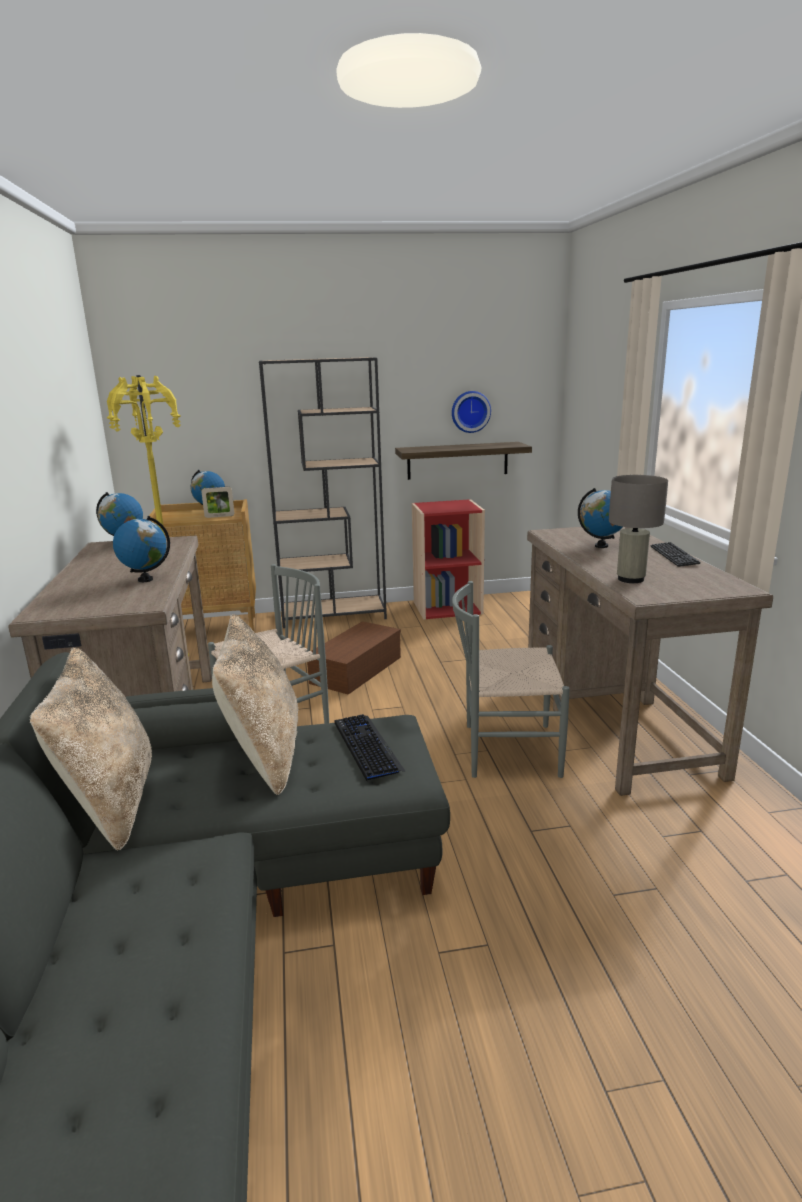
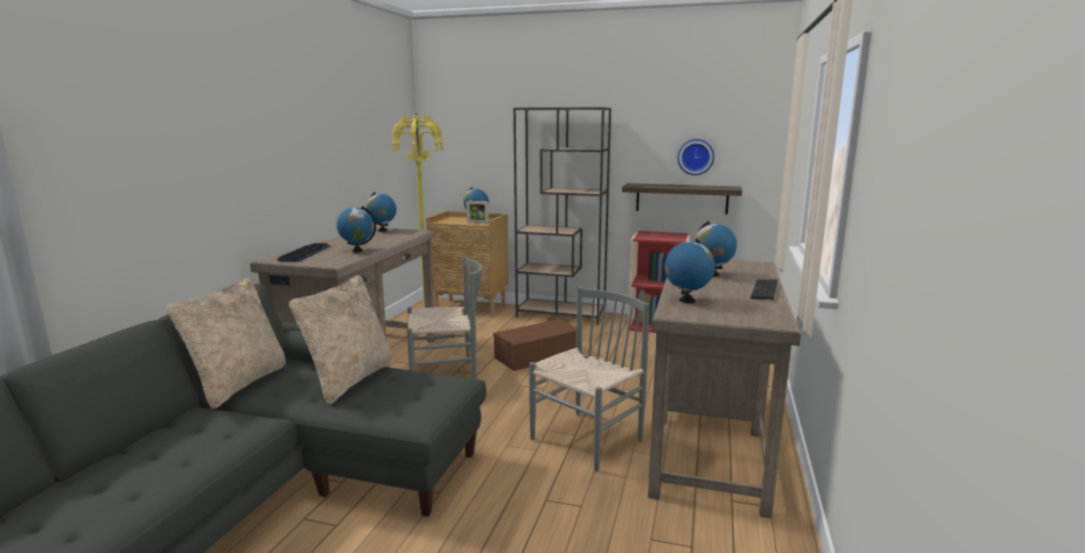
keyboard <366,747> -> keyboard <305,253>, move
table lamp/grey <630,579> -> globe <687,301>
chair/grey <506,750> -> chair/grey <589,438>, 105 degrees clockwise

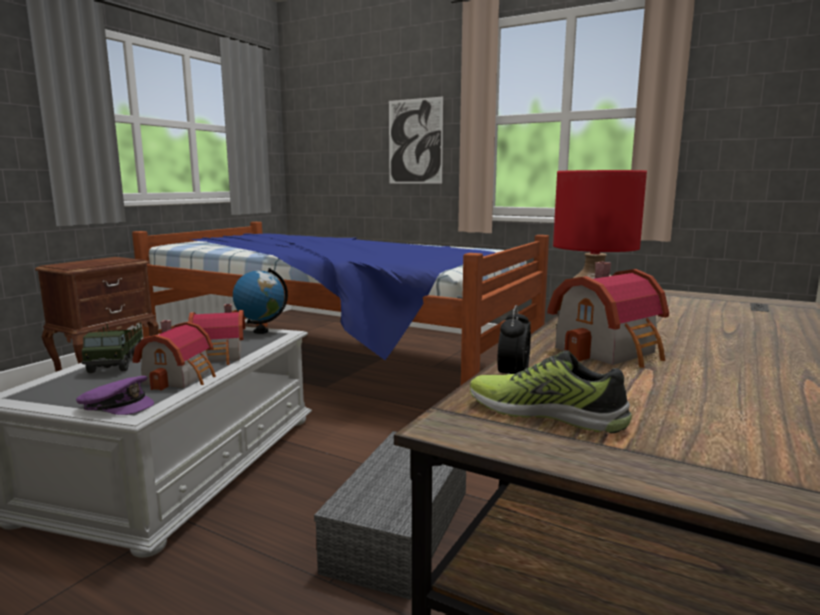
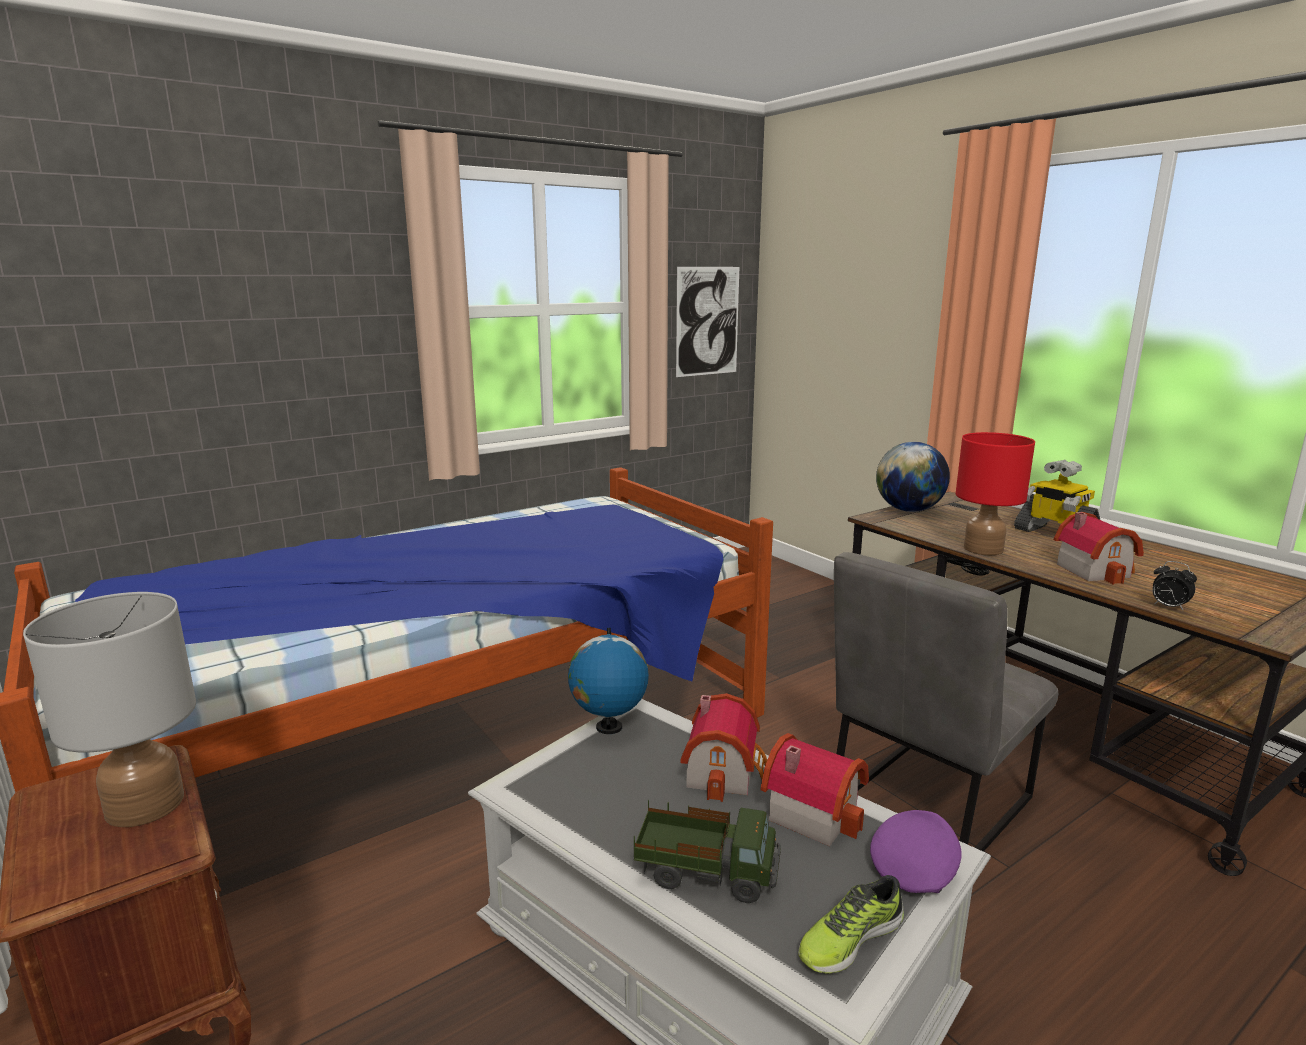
none -> table lamp/grey <145,805>
none -> globe <909,510>
none -> toy robot <1054,534>
picture <415,141> -> picture <707,321>, move
shoe <546,413> -> shoe <849,938>, move
storage box/grey <399,527> -> chair/grey <926,805>

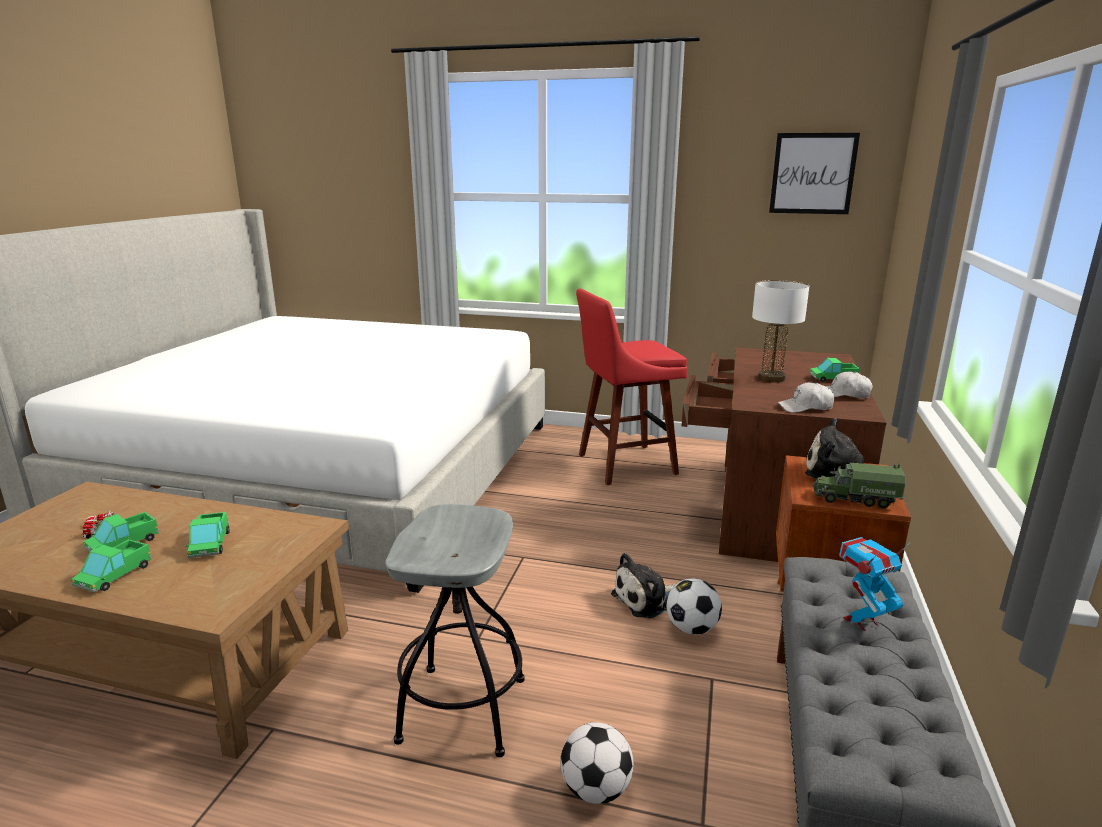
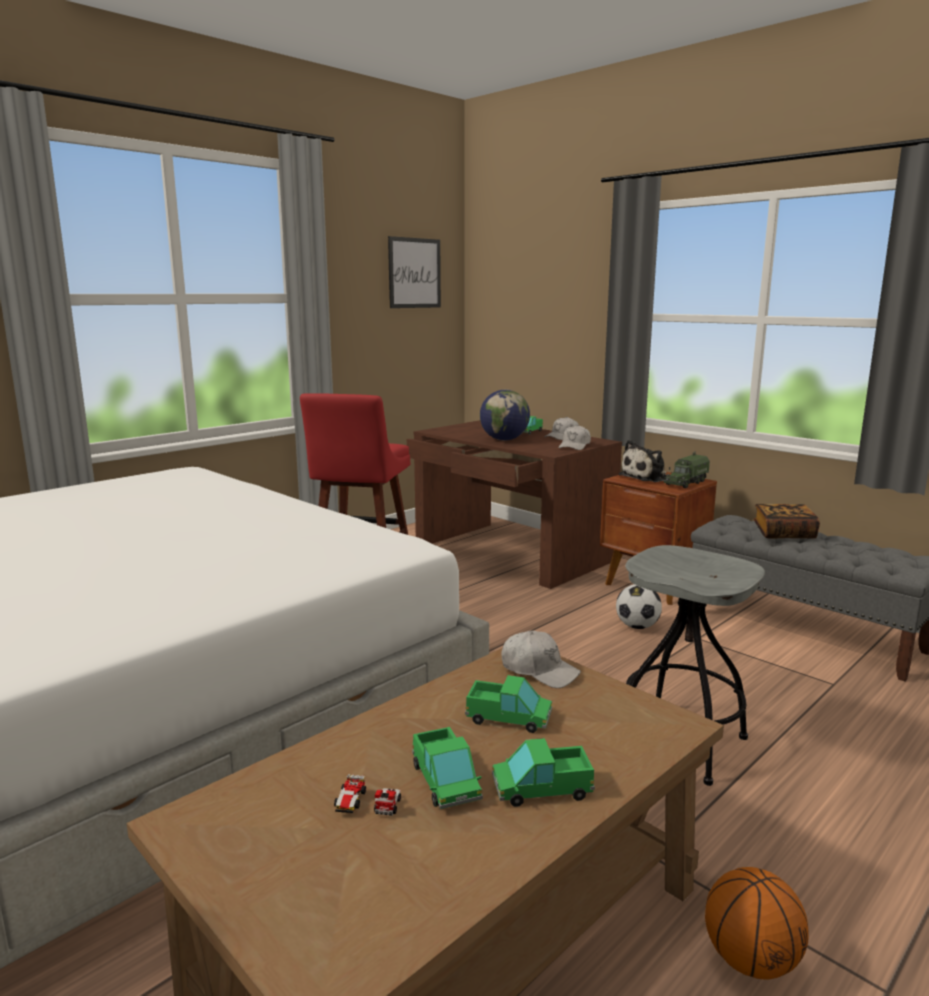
football <596,789> -> none
plush toy <645,600> -> none
none -> cap/white <539,670>
none -> basketball <750,961>
table lamp <771,378> -> globe <504,440>
toy robot <861,621> -> book <784,534>
toy truck <114,575> -> toy truck <542,788>, 120 degrees clockwise

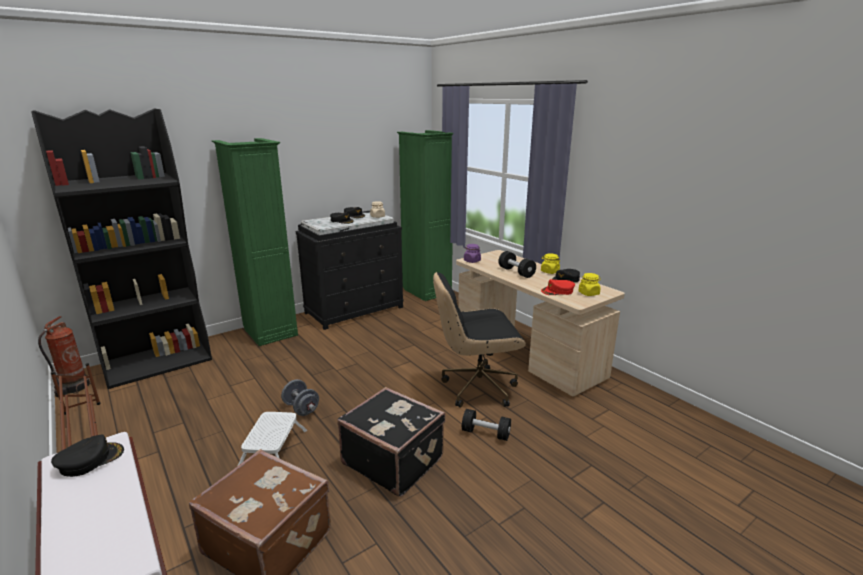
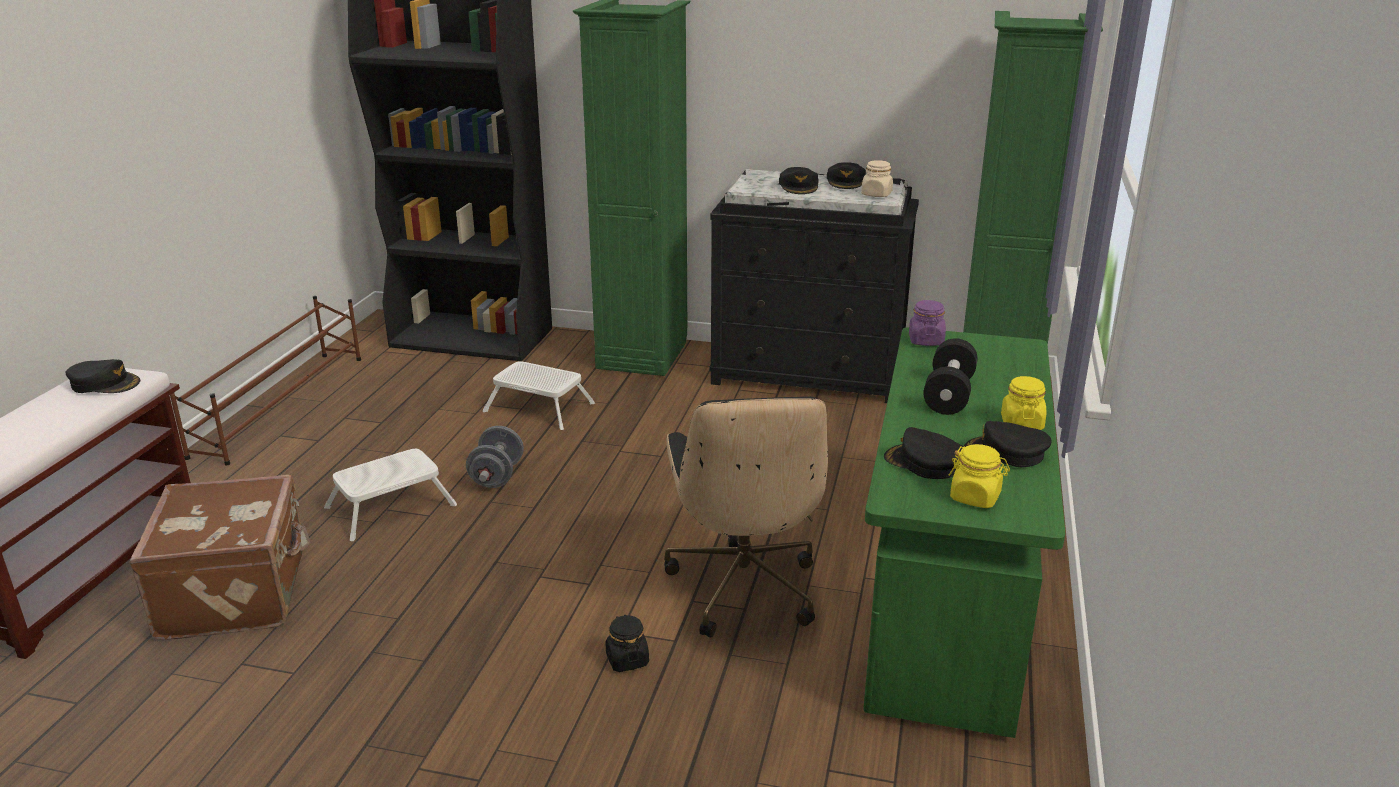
fire extinguisher <73,388> -> none
suitcase/black <393,460> -> none
none -> step ladder/white <539,407>
dumbbell/black <486,433> -> jar/black <627,660>
desk/beige <526,354> -> desk/green <948,598>
cap/red <558,291> -> cap/black <925,463>
office chair/black <476,389> -> office chair/black <743,594>, 135 degrees counterclockwise

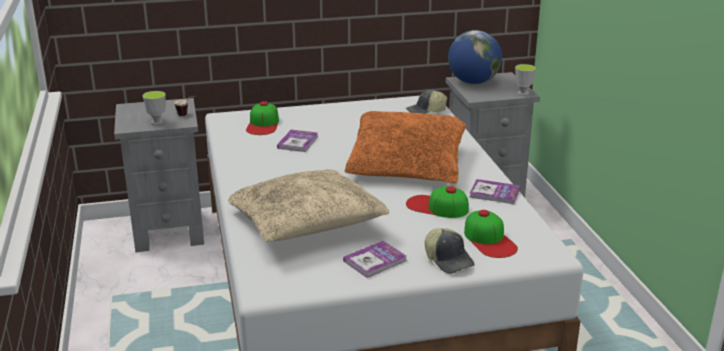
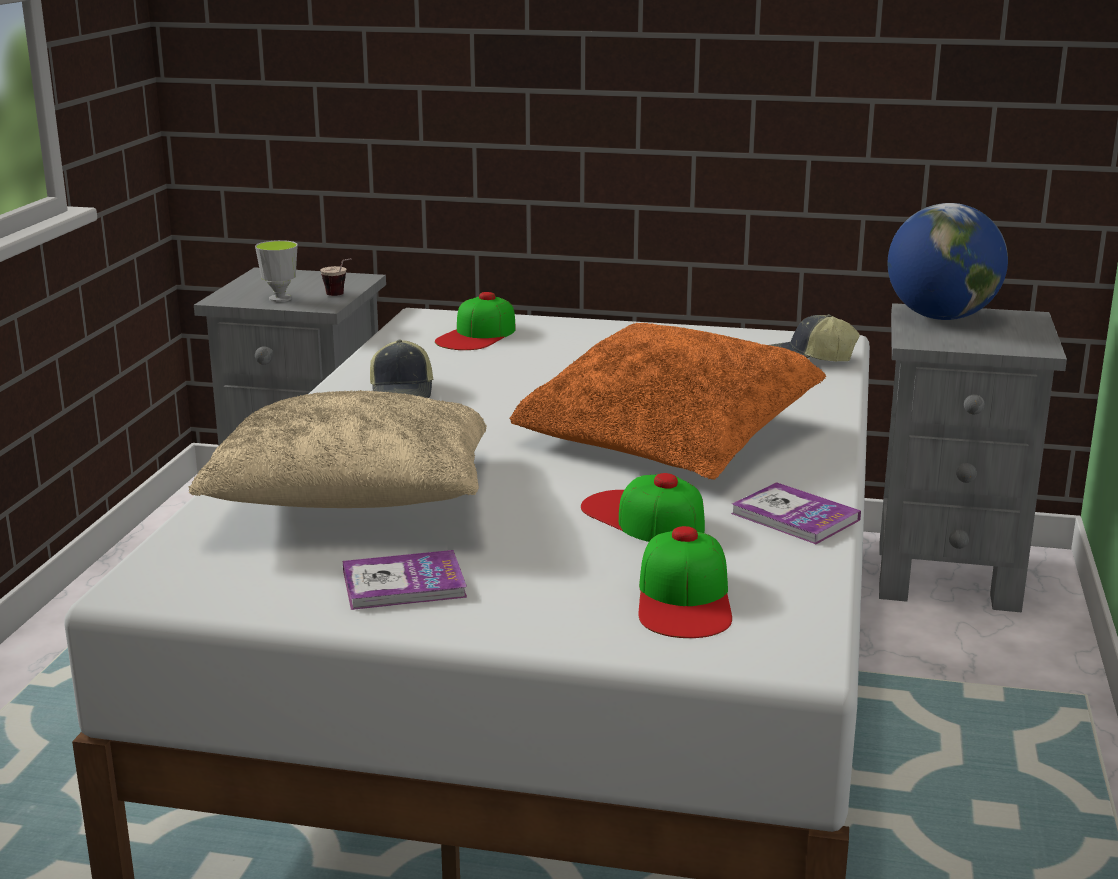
book <298,142> -> none
cup <523,93> -> none
cap <449,260> -> cap <403,392>, move

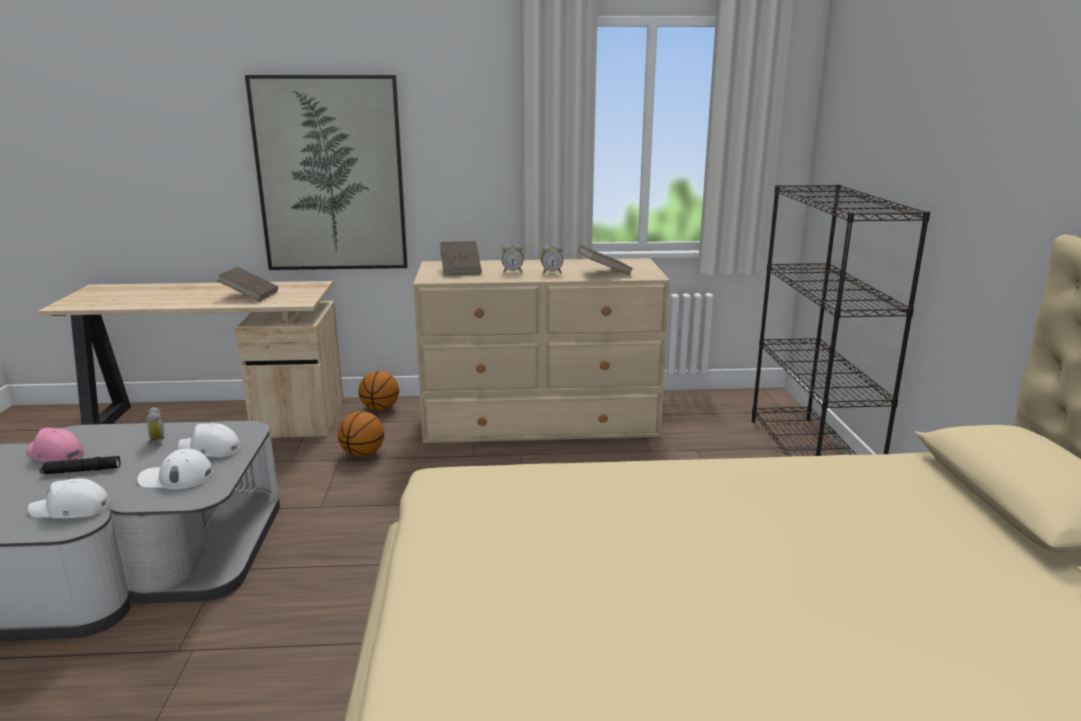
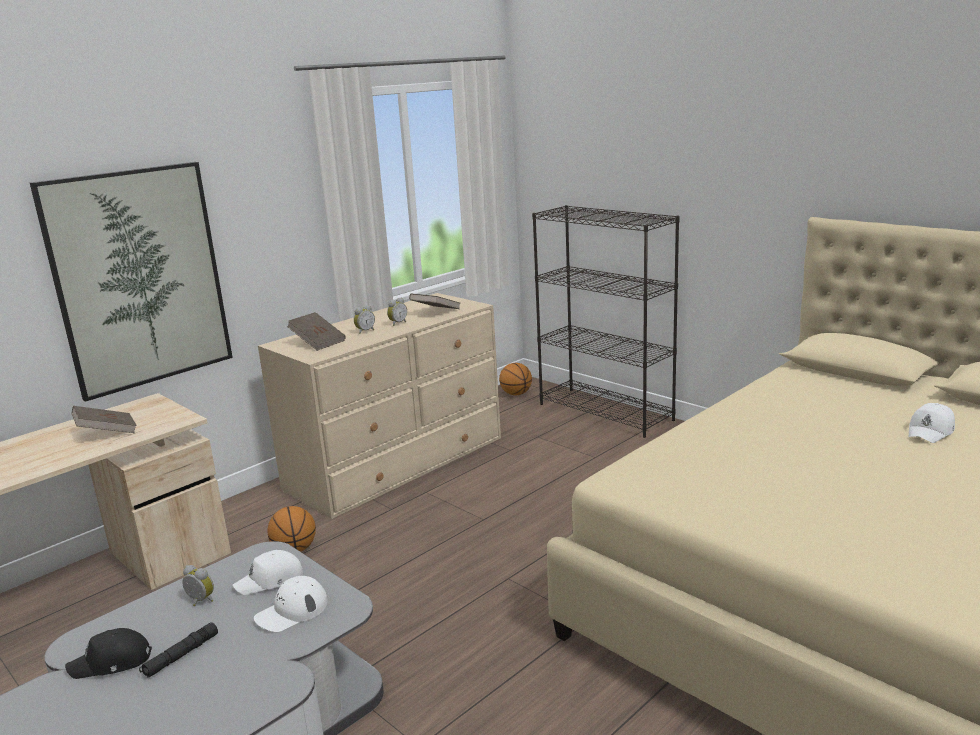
cap/white <71,510> -> cap/white <931,431>, move
basketball <380,409> -> basketball <516,394>, move
cap/pink <55,455> -> cap/black <112,663>

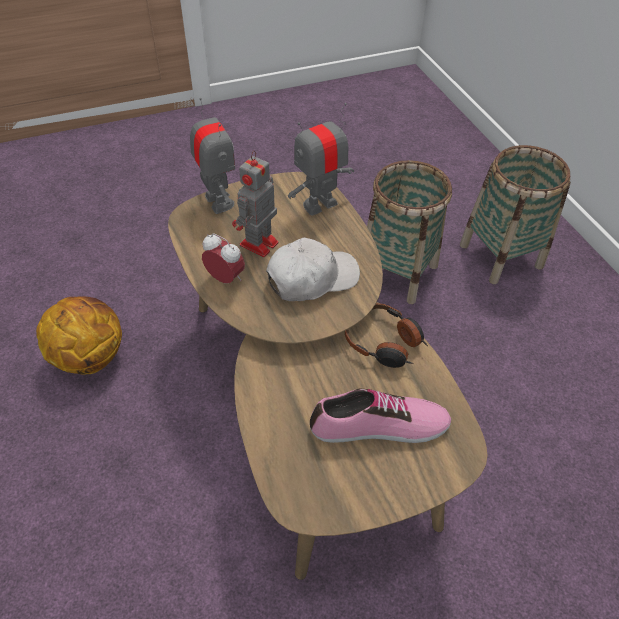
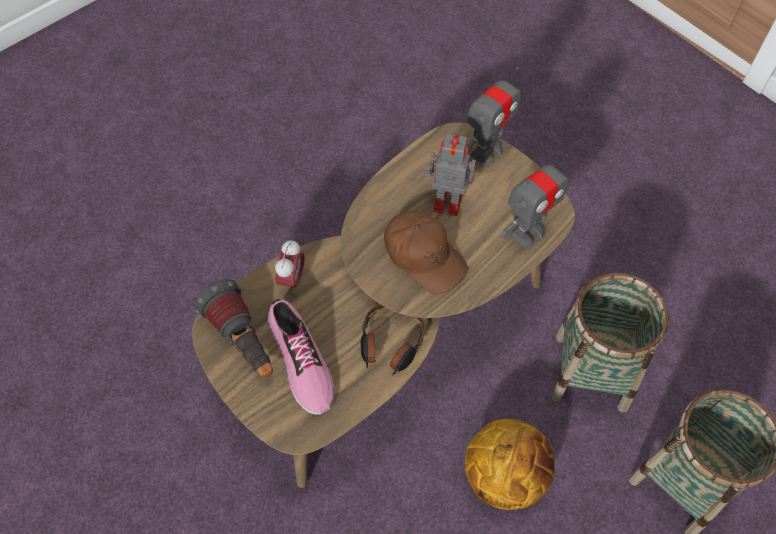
none -> flashlight <243,342>
basketball <89,356> -> basketball <505,475>, move
alarm clock <225,278> -> alarm clock <292,279>, move
cap/white <312,278> -> cap/brown <424,256>
toy robot <319,205> -> toy robot <527,232>, 105 degrees clockwise

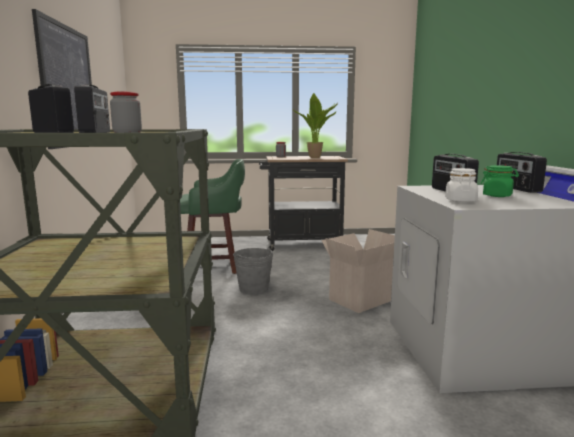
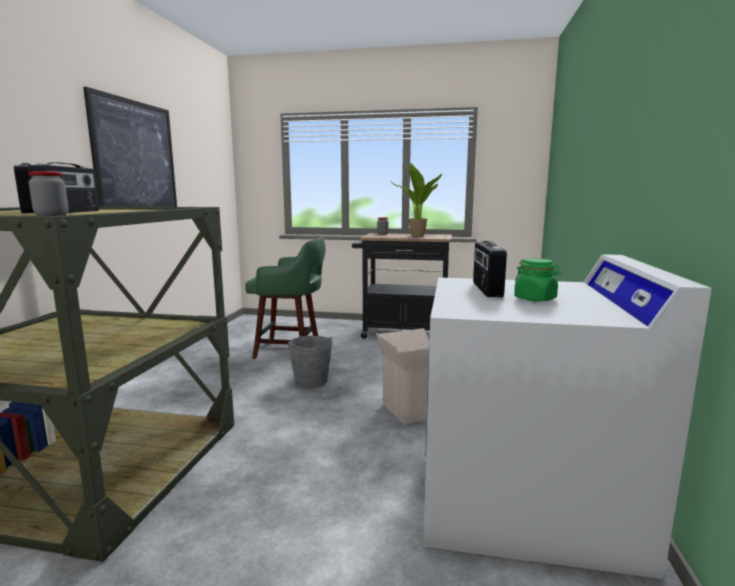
jar/white <460,200> -> none
radio <516,188> -> none

